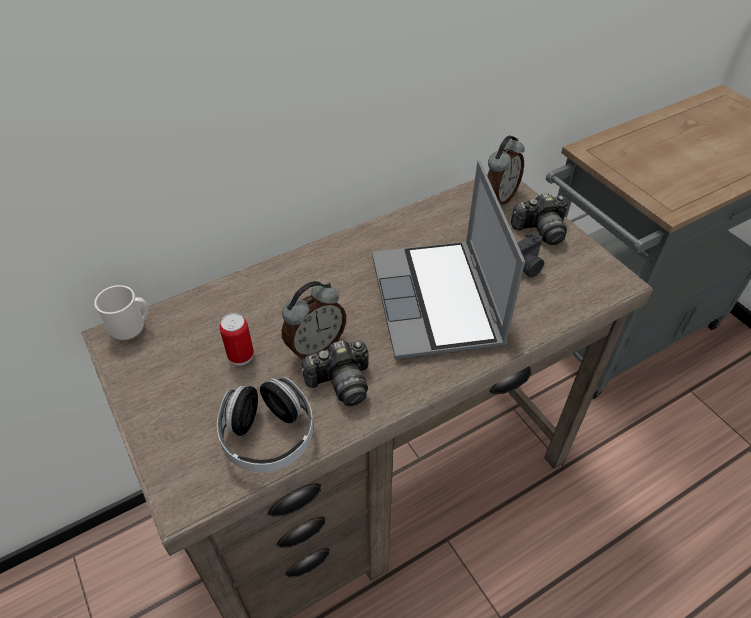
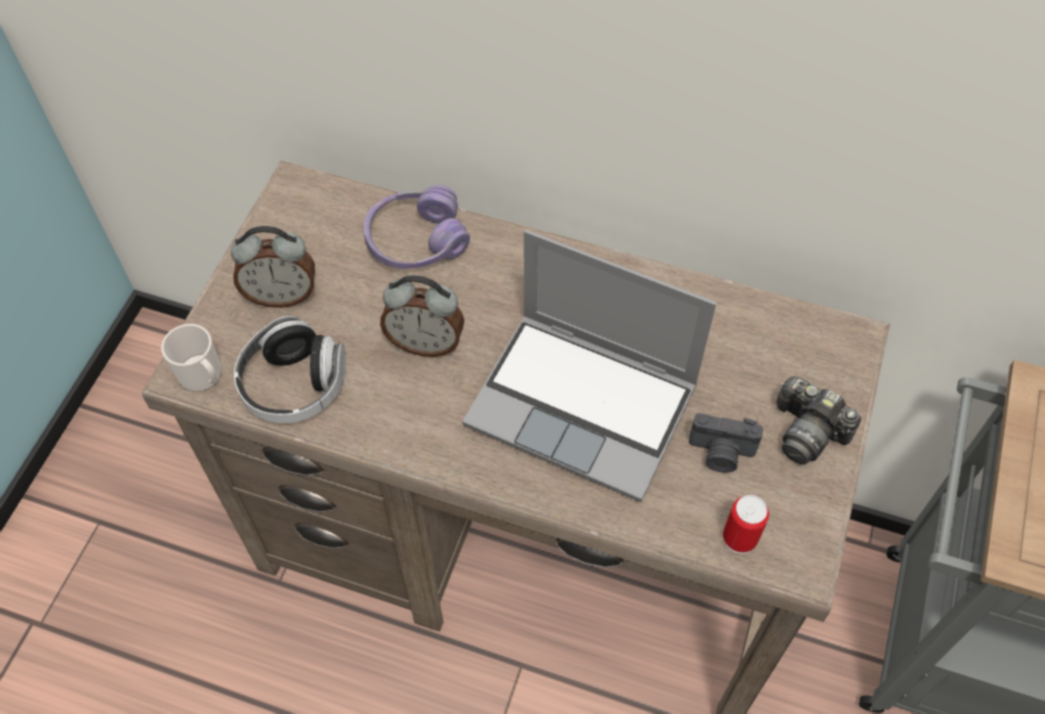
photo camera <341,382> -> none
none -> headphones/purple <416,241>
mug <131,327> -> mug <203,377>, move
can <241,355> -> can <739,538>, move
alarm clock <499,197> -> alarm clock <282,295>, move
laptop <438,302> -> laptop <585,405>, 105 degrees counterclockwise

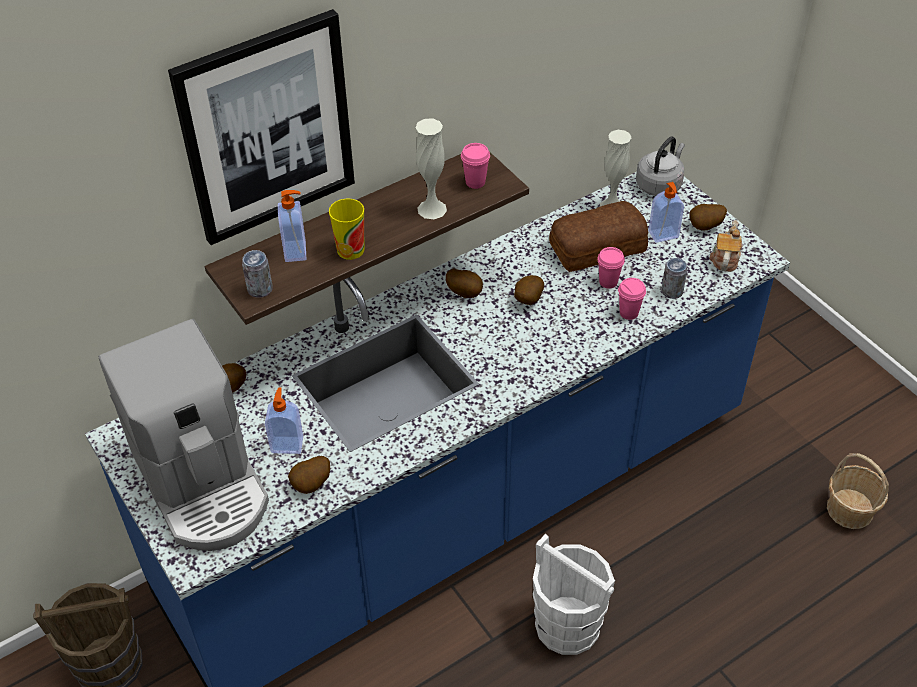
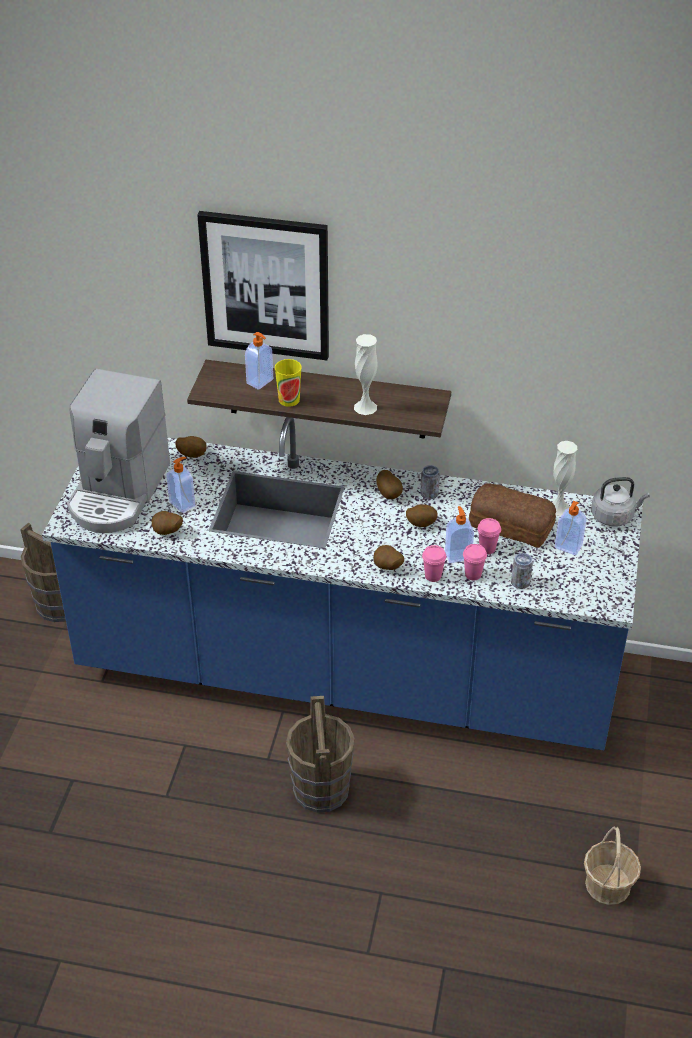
teapot <725,258> -> none
none -> soap dispenser <457,555>
can <260,289> -> can <429,494>, move
cup/pink <475,182> -> cup/pink <433,576>, move
potato <705,227> -> potato <387,568>, move
bucket/white <568,626> -> bucket/brown <321,789>

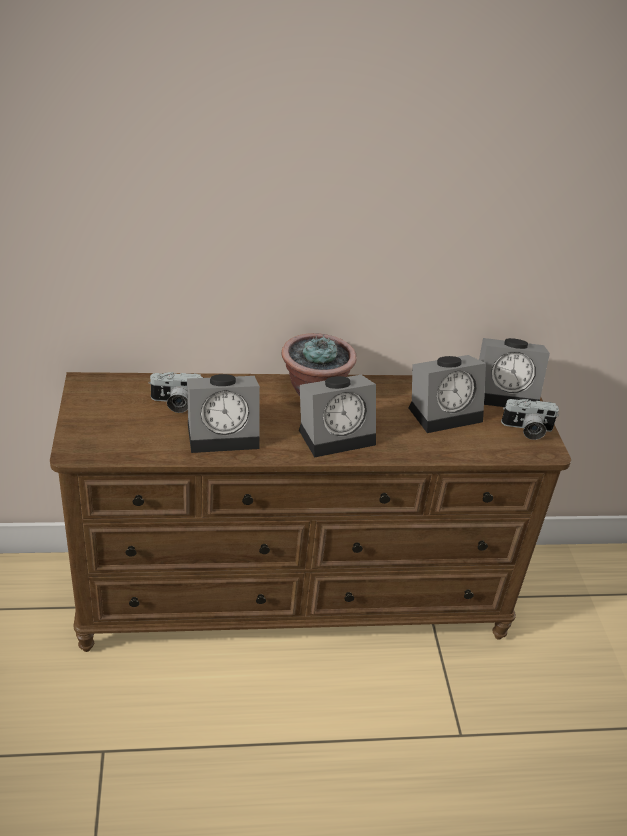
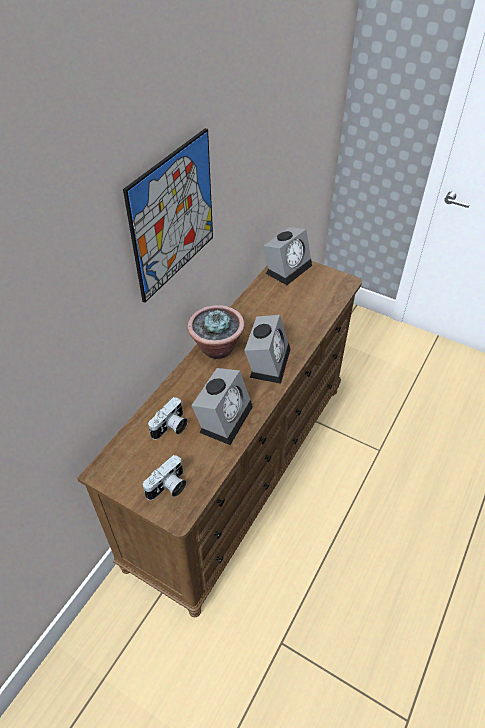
alarm clock <445,412> -> none
none -> picture <173,216>
photo camera <527,430> -> photo camera <168,487>, move

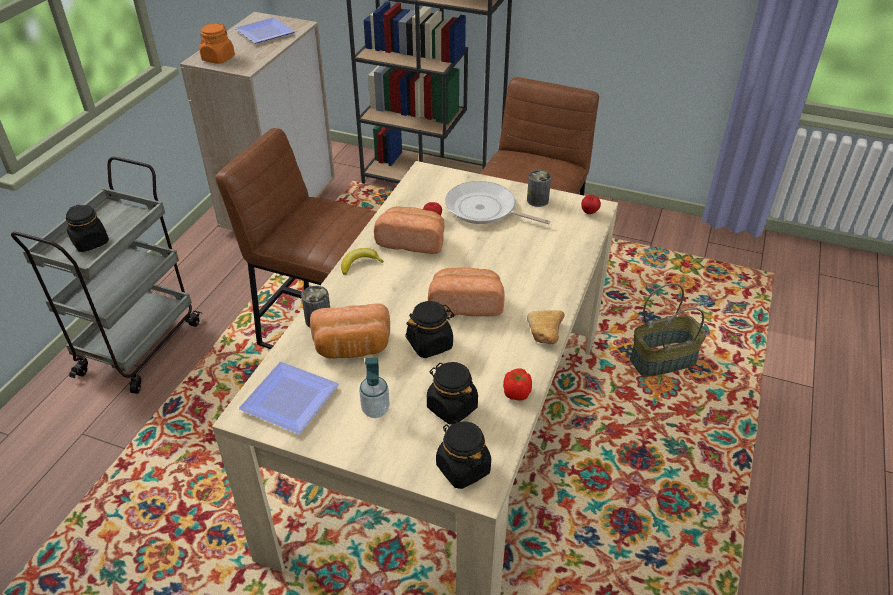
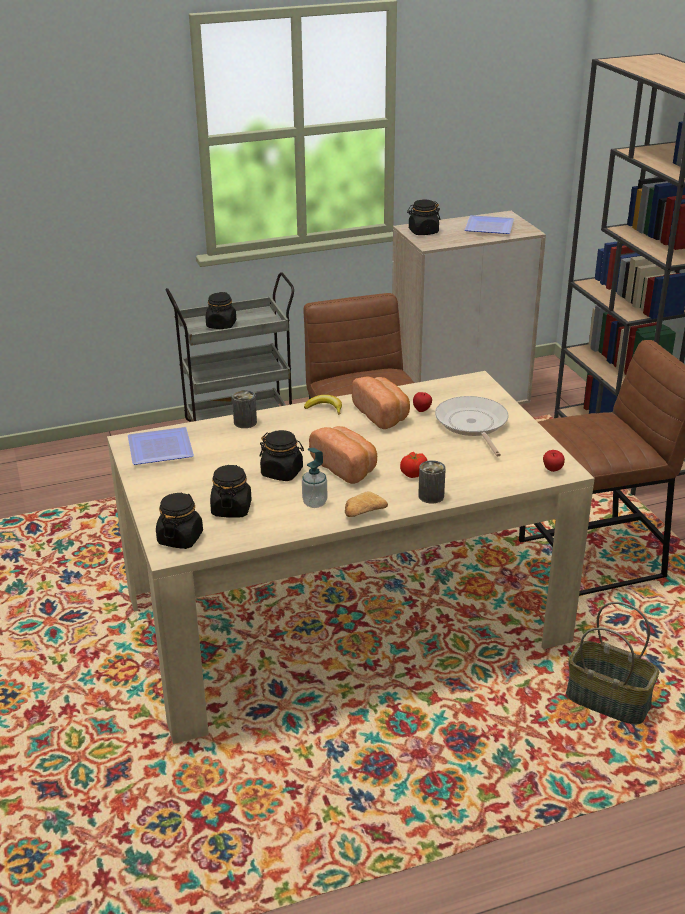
bread <352,348> -> none
soap dispenser <375,410> -> soap dispenser <315,503>, move
tomato <516,393> -> tomato <413,474>, move
can <537,200> -> can <431,496>, move
jar/orange <218,59> -> jar/black <423,232>

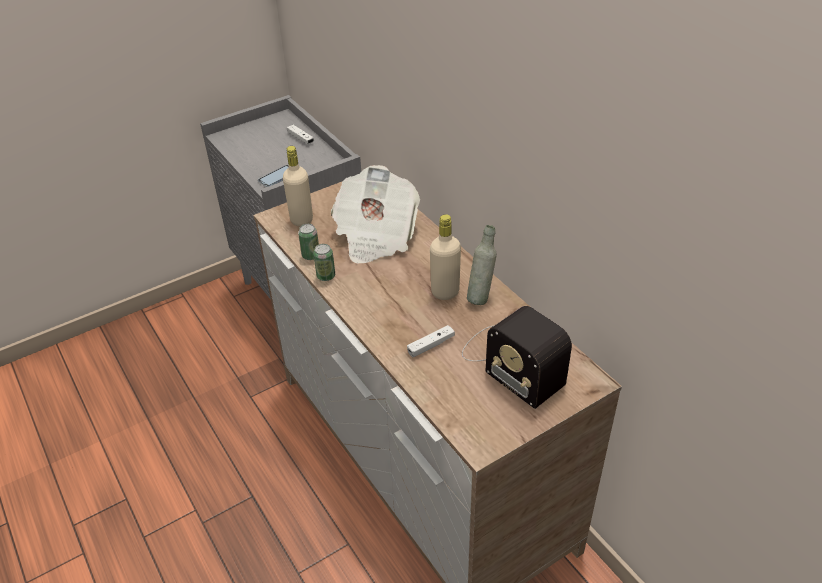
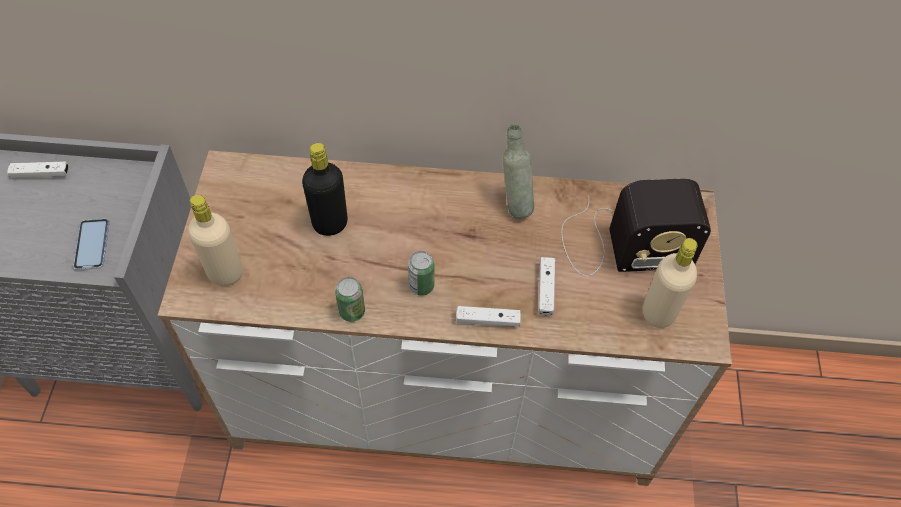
none -> game controller/white <488,320>
can <311,255> -> can <421,286>, move
bottle/beige <445,292> -> bottle/beige <658,313>, move
newspaper <375,235> -> bottle/black <330,224>

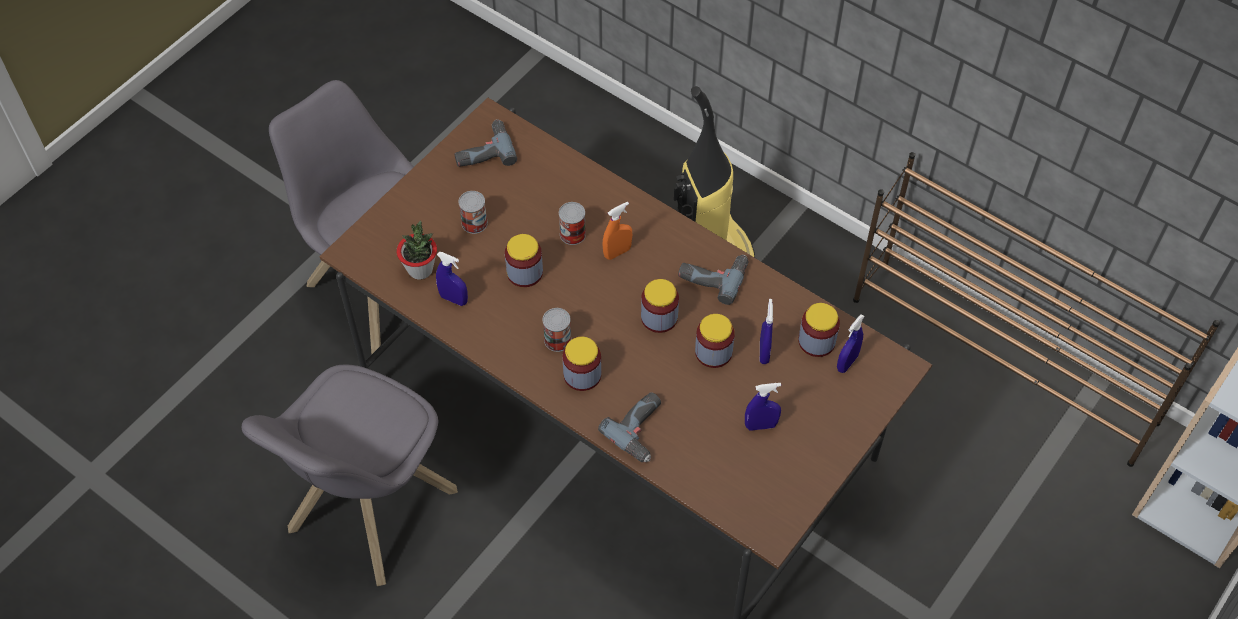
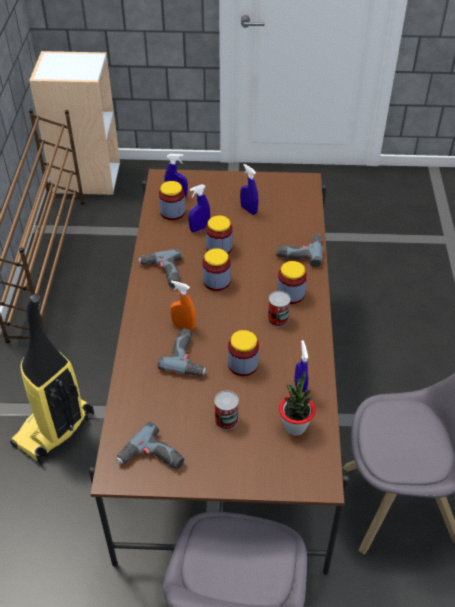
can <572,234> -> power drill <188,357>

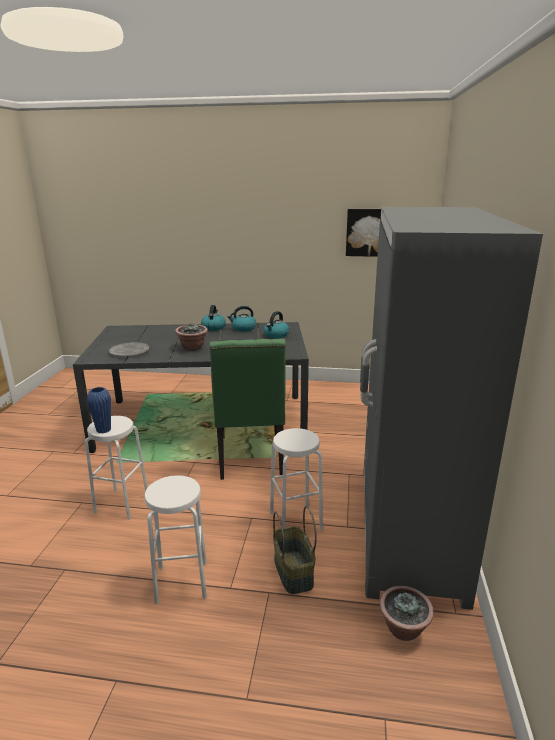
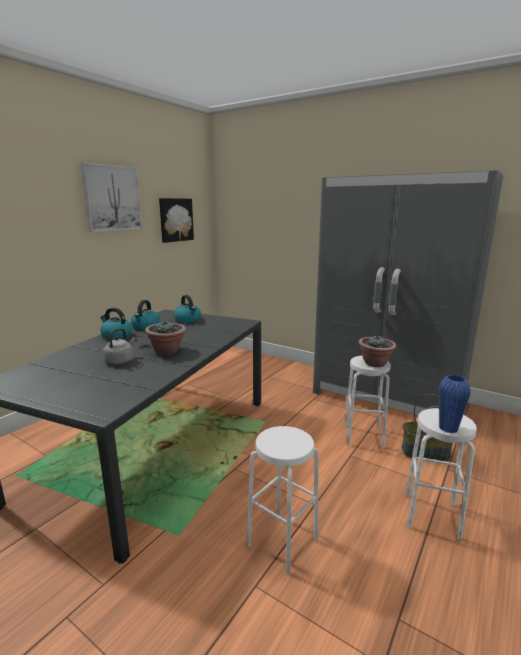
plate/grey <129,352> -> none
chair/green <250,455> -> none
none -> picture <112,198>
none -> kettle/grey <120,361>
vase/blue <103,430> -> vase/blue <448,428>, move
potted plant <403,630> -> potted plant <375,363>, move

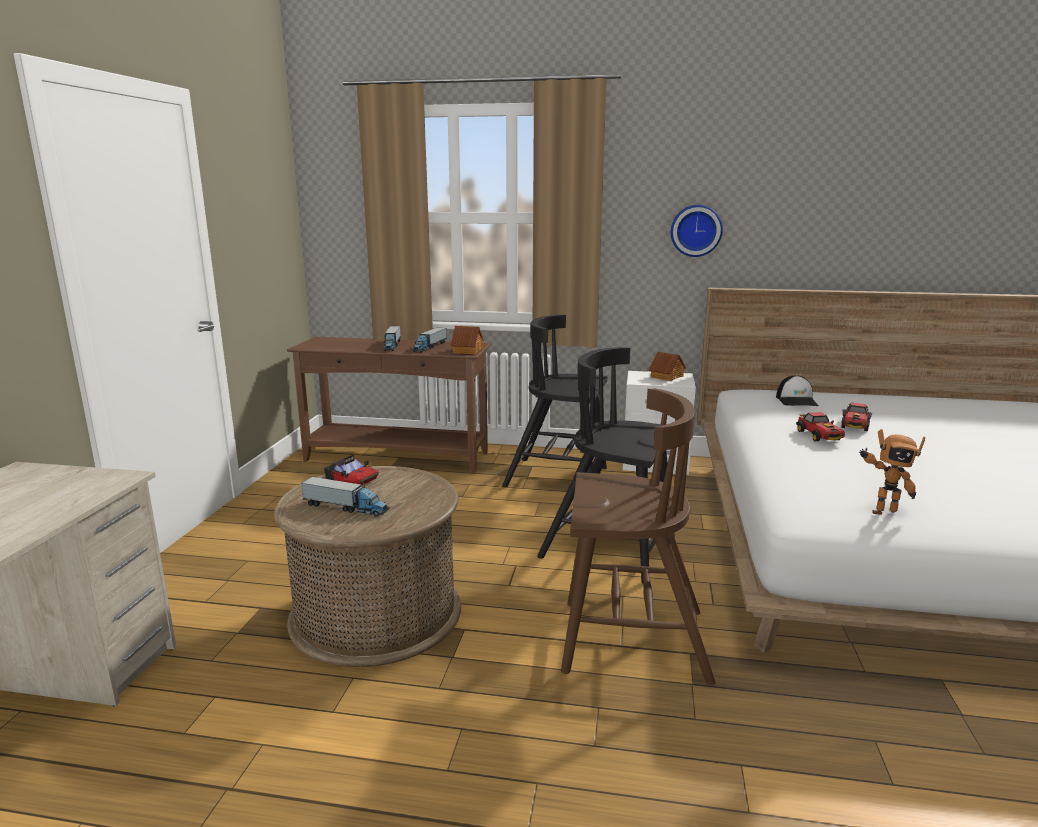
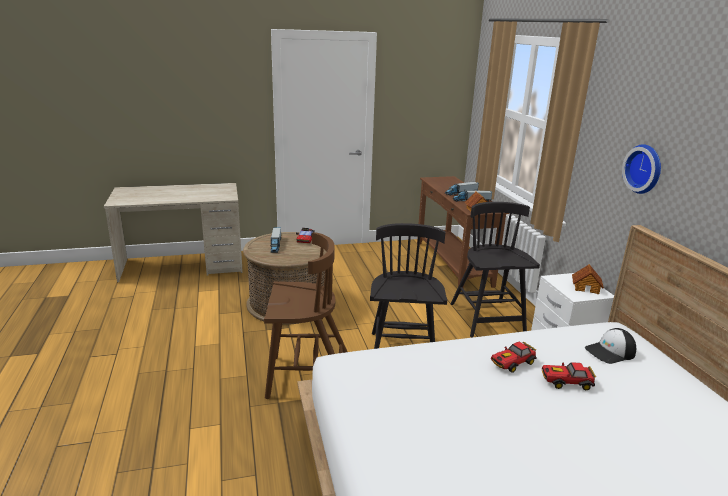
toy robot <881,510> -> none
chair/brown <630,640> -> chair/brown <307,377>, 75 degrees counterclockwise

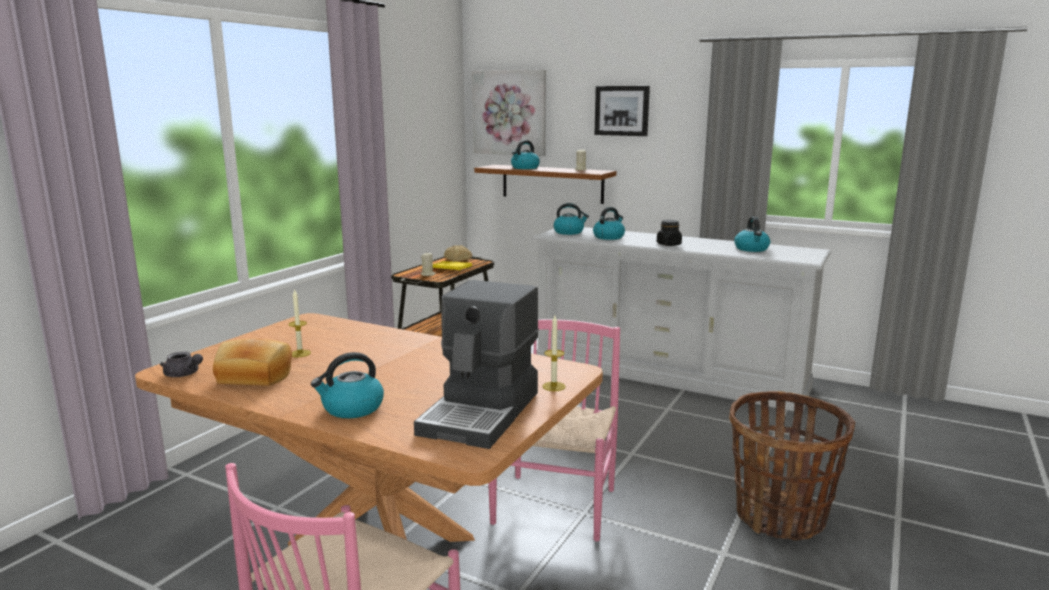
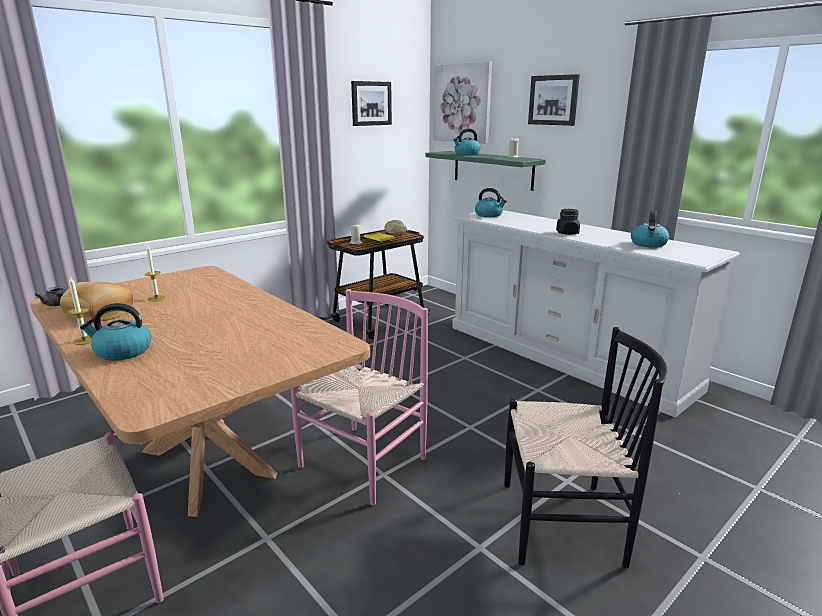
coffee machine <482,412> -> none
kettle <609,237> -> none
none -> picture <371,103>
candle <553,386> -> candle <85,340>, move
basket <780,517> -> chair/black <567,523>
shelf/brown <552,183> -> shelf/green <492,170>

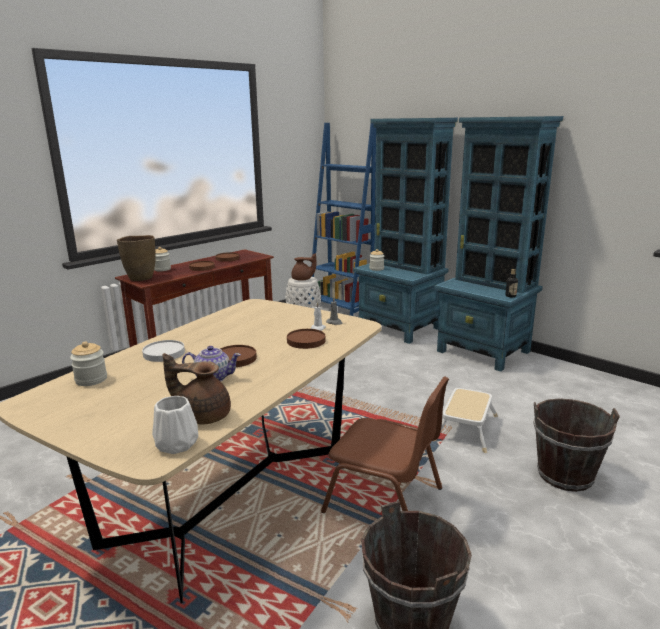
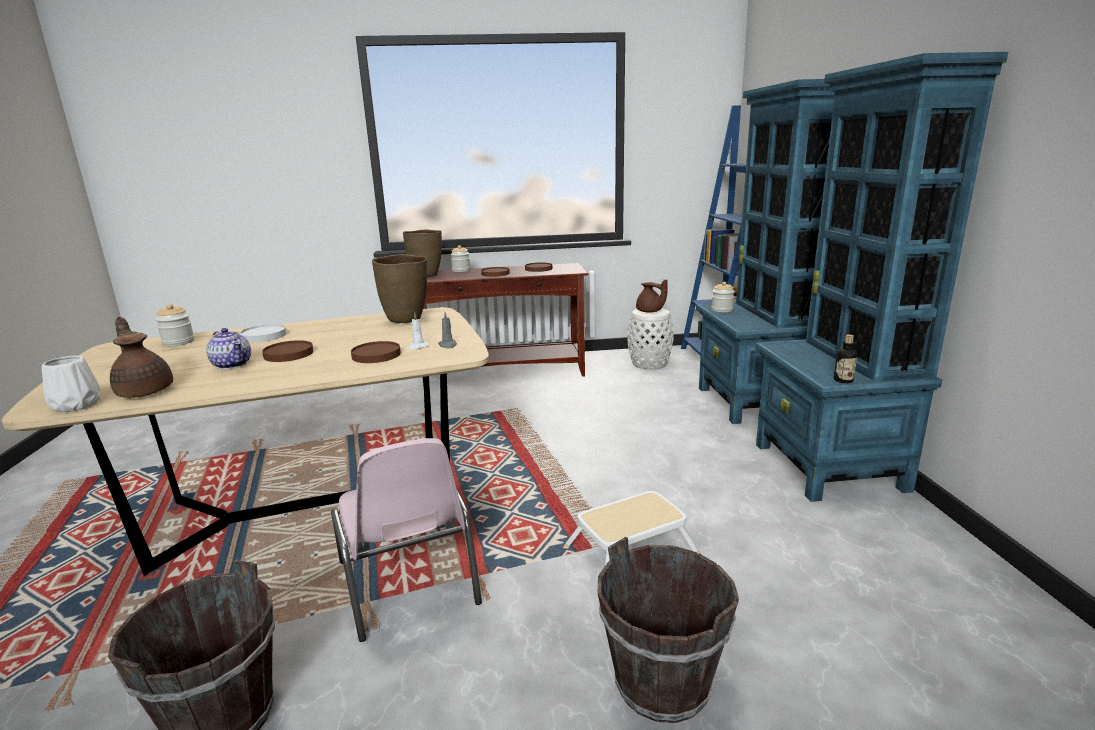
none -> vase/brown <406,319>
chair/brown <385,500> -> chair/pink <409,583>

